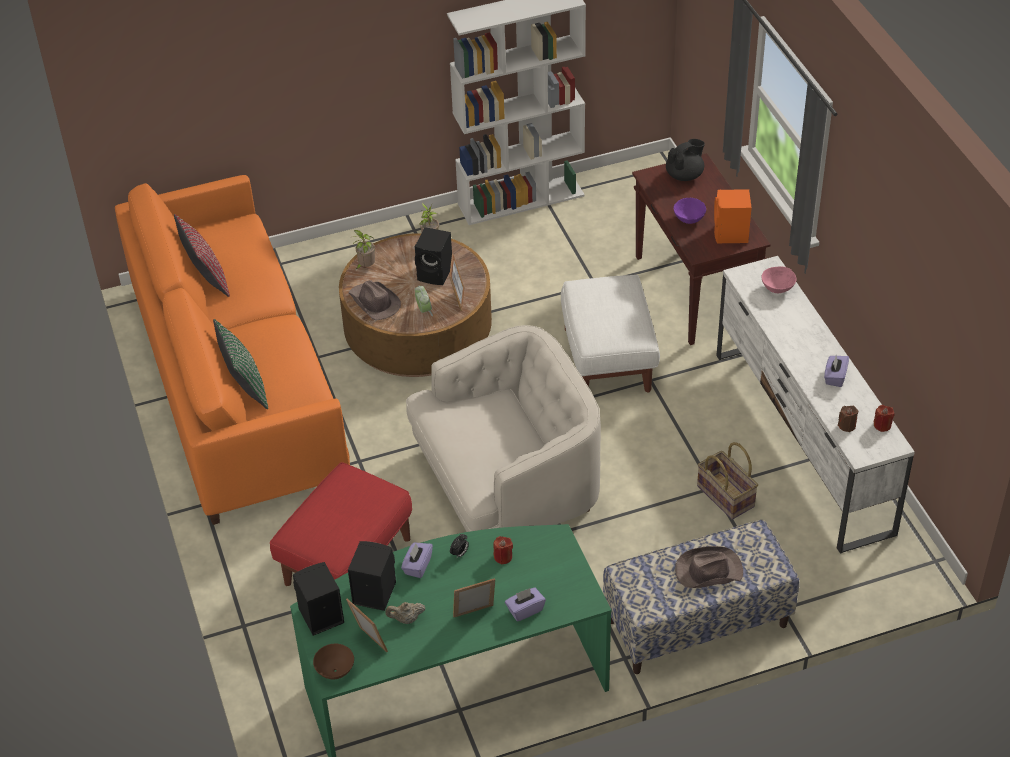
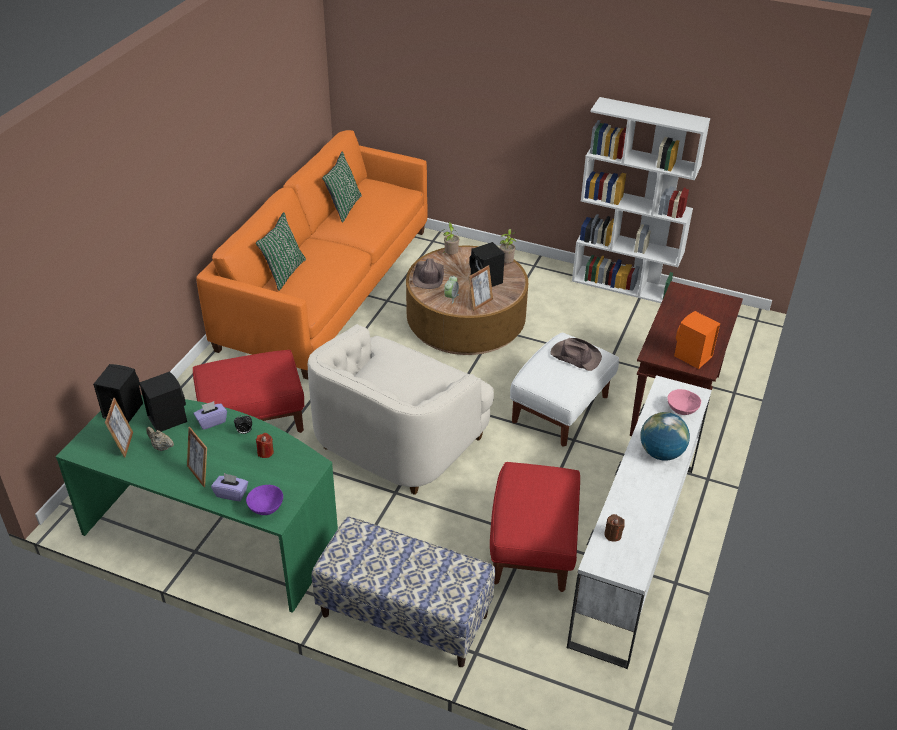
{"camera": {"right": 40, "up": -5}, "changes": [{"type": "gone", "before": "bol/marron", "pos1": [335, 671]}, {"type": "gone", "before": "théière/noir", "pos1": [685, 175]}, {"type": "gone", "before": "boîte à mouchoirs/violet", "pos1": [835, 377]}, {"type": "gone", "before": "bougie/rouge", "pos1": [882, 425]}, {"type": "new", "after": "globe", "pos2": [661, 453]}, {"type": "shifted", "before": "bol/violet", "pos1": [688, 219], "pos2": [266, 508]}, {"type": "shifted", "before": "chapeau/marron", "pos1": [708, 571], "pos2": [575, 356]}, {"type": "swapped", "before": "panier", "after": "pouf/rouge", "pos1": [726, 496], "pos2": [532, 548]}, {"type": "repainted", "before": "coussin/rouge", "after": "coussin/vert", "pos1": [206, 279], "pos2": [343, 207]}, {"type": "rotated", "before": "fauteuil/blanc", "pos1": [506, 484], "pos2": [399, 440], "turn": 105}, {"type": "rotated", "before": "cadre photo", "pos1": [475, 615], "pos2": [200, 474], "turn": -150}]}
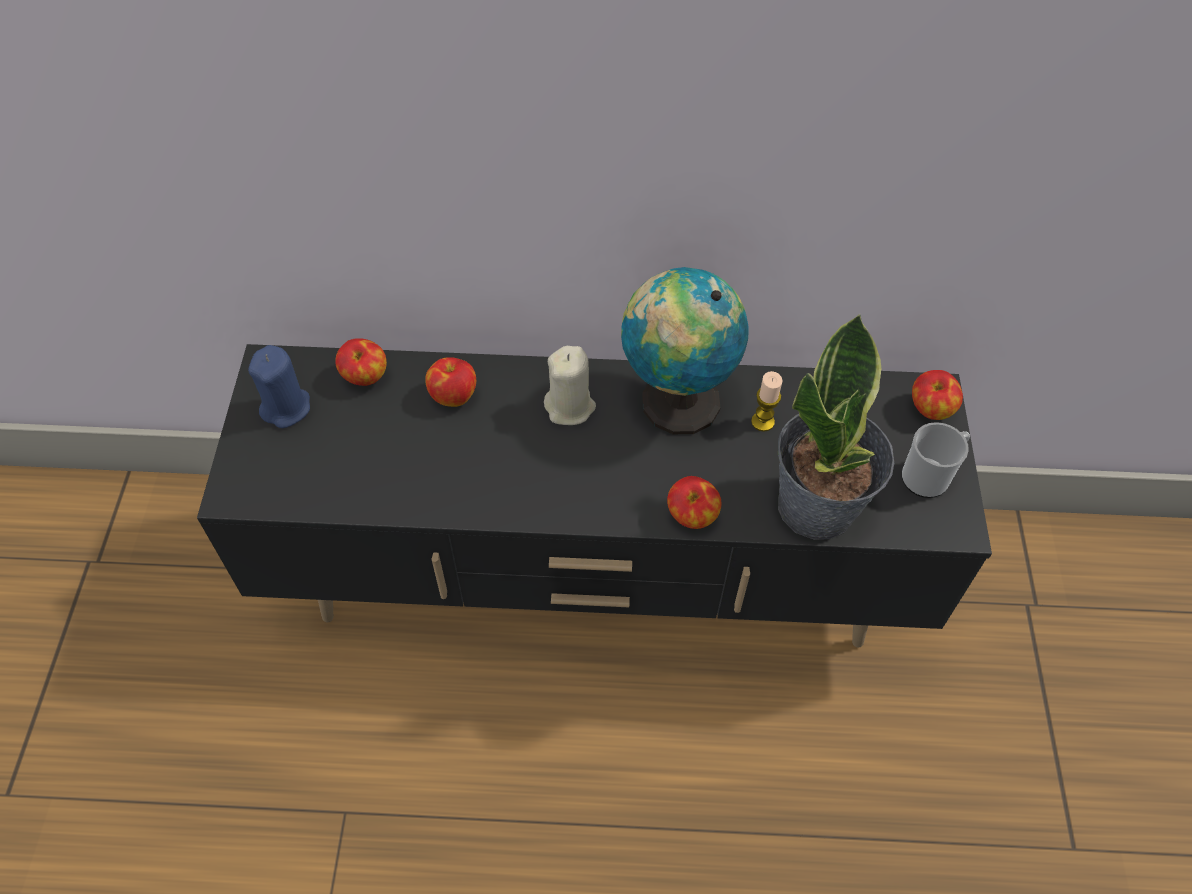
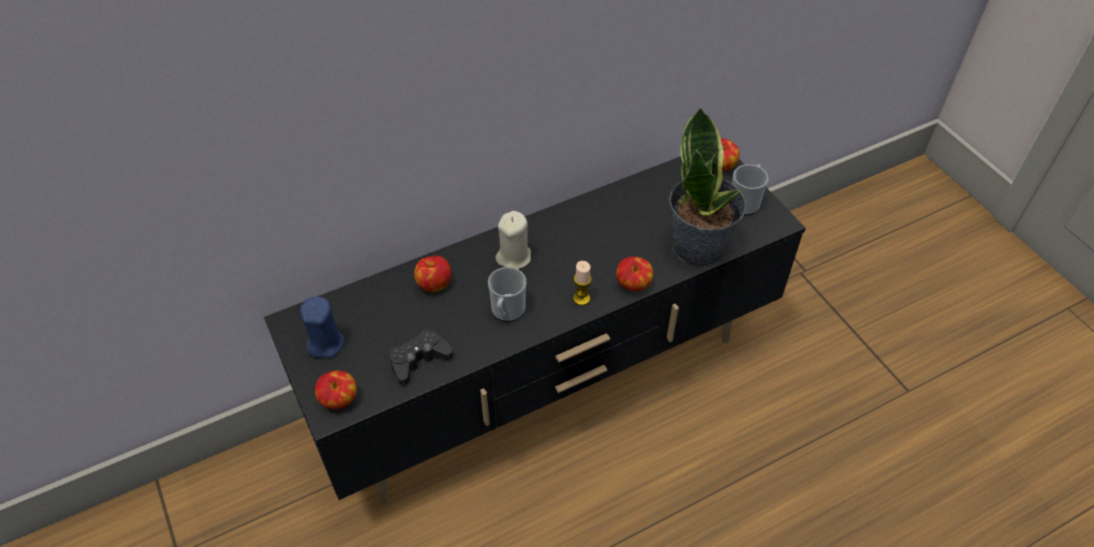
{"camera": {"right": -30, "up": -5}, "changes": [{"type": "gone", "before": "globe", "pos1": [674, 402]}, {"type": "new", "after": "manette/noir", "pos2": [419, 360]}, {"type": "new", "after": "mug", "pos2": [507, 312]}, {"type": "shifted", "before": "pomme", "pos1": [365, 377], "pos2": [339, 400]}, {"type": "shifted", "before": "bougie", "pos1": [762, 422], "pos2": [581, 298]}]}
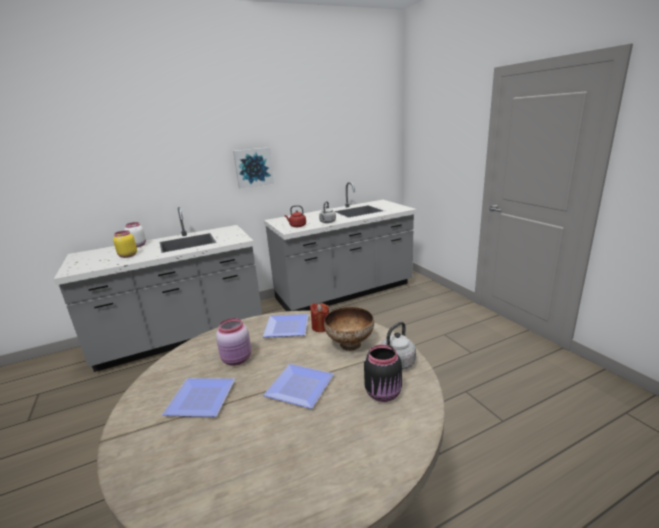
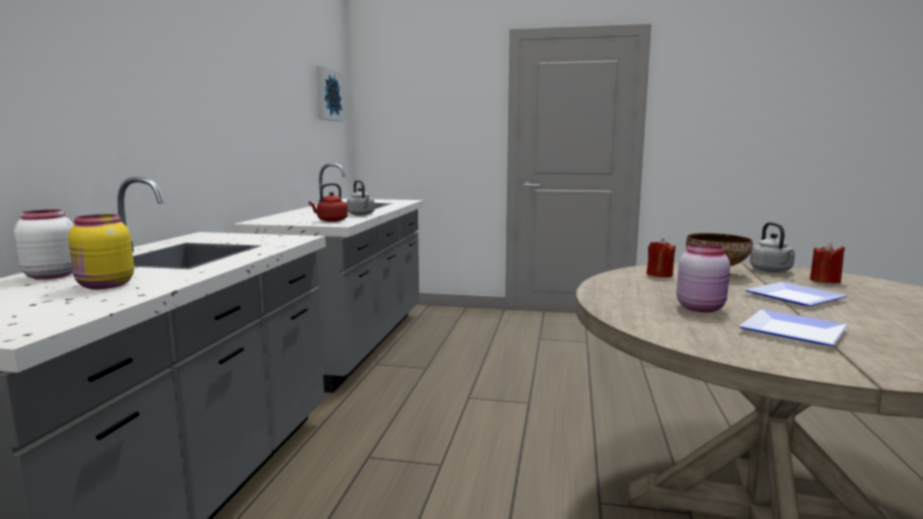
{"camera": {"right": -55, "up": -10}, "changes": [{"type": "gone", "before": "assiette", "pos1": [285, 327]}, {"type": "shifted", "before": "tableau", "pos1": [253, 167], "pos2": [327, 95]}, {"type": "swapped", "before": "bocal/noir", "after": "bougie/rouge", "pos1": [384, 393], "pos2": [825, 281]}]}
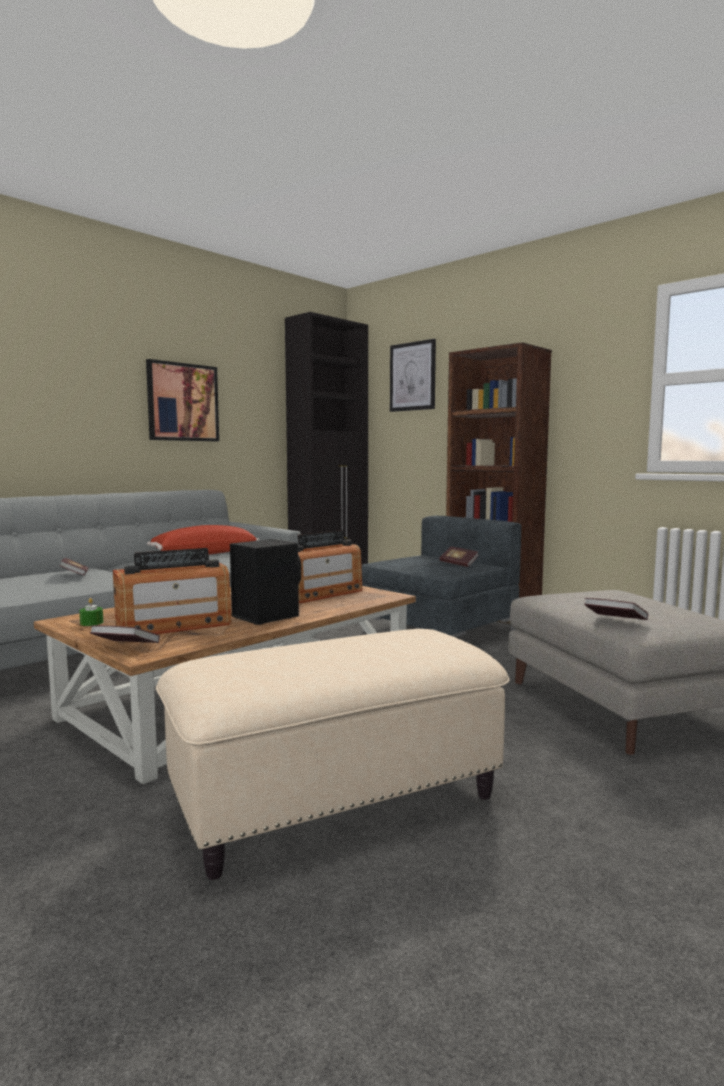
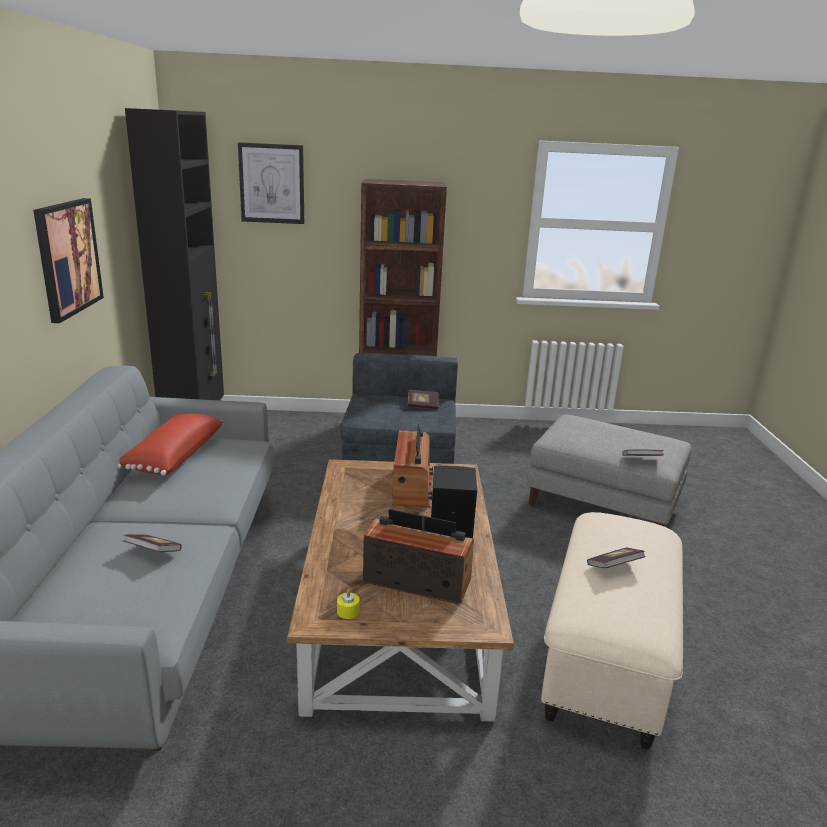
{"camera": {"right": -45, "up": 15}, "changes": [{"type": "shifted", "before": "livre", "pos1": [125, 647], "pos2": [614, 567]}, {"type": "repainted", "before": "bougie/vert", "after": "bougie/jaune", "pos1": [91, 623], "pos2": [348, 611]}, {"type": "rotated", "before": "radio", "pos1": [174, 625], "pos2": [417, 580], "turn": -90}]}
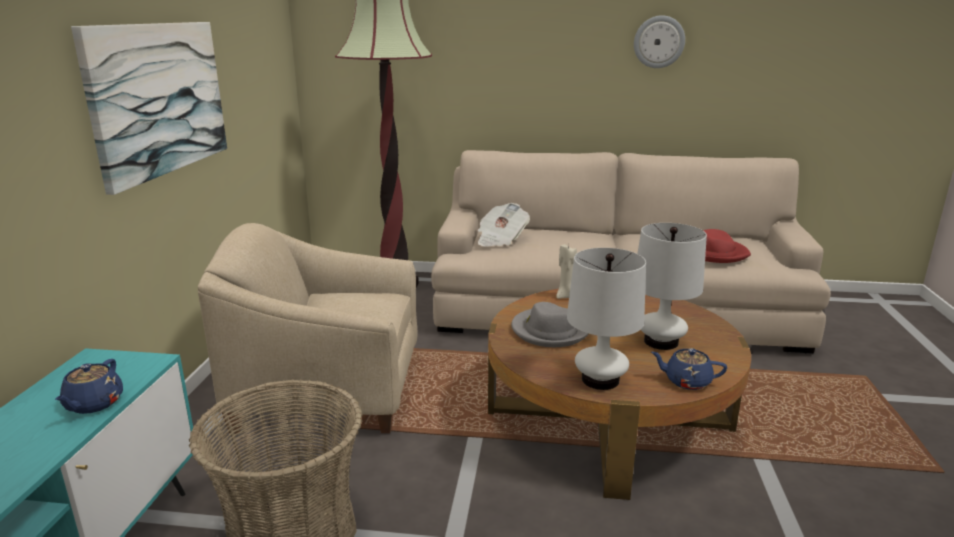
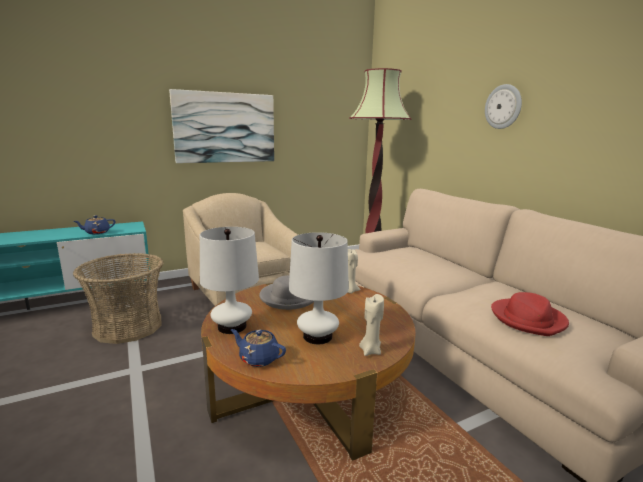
{"camera": {"right": 55, "up": -5}, "changes": [{"type": "gone", "before": "journal", "pos1": [500, 239]}, {"type": "new", "after": "bougie/beige", "pos2": [370, 351]}, {"type": "shifted", "before": "horloge murale", "pos1": [659, 42], "pos2": [503, 107]}, {"type": "rotated", "before": "théière/bleu", "pos1": [686, 381], "pos2": [258, 358], "turn": -45}]}
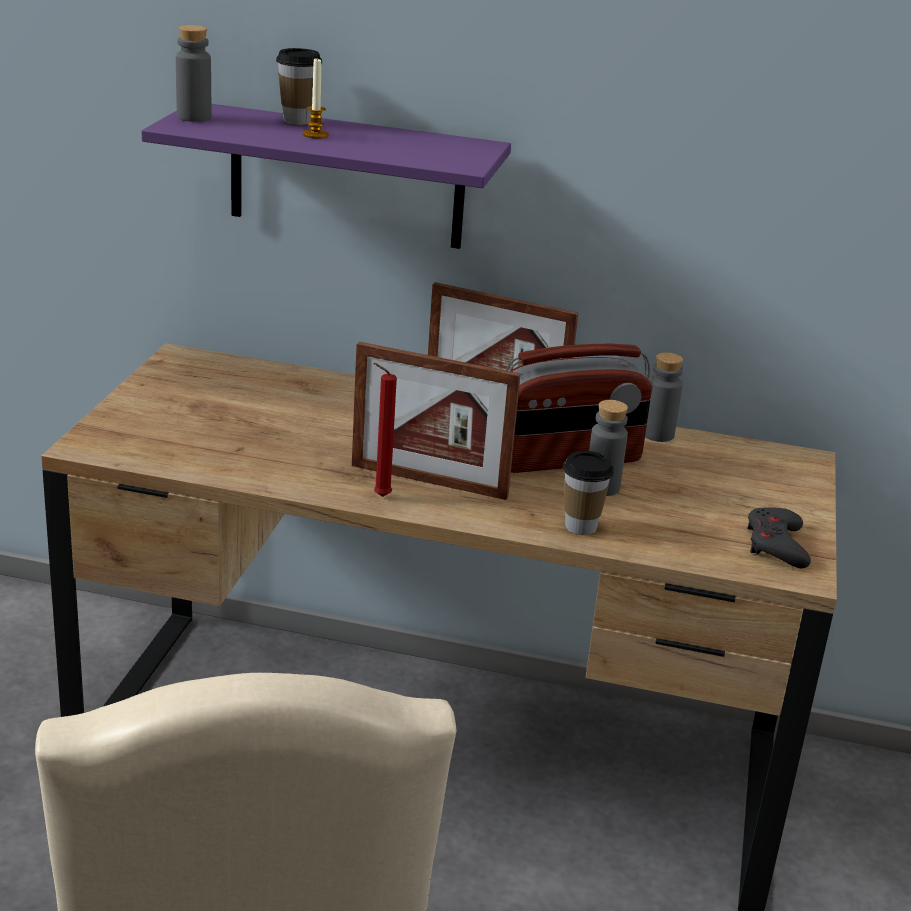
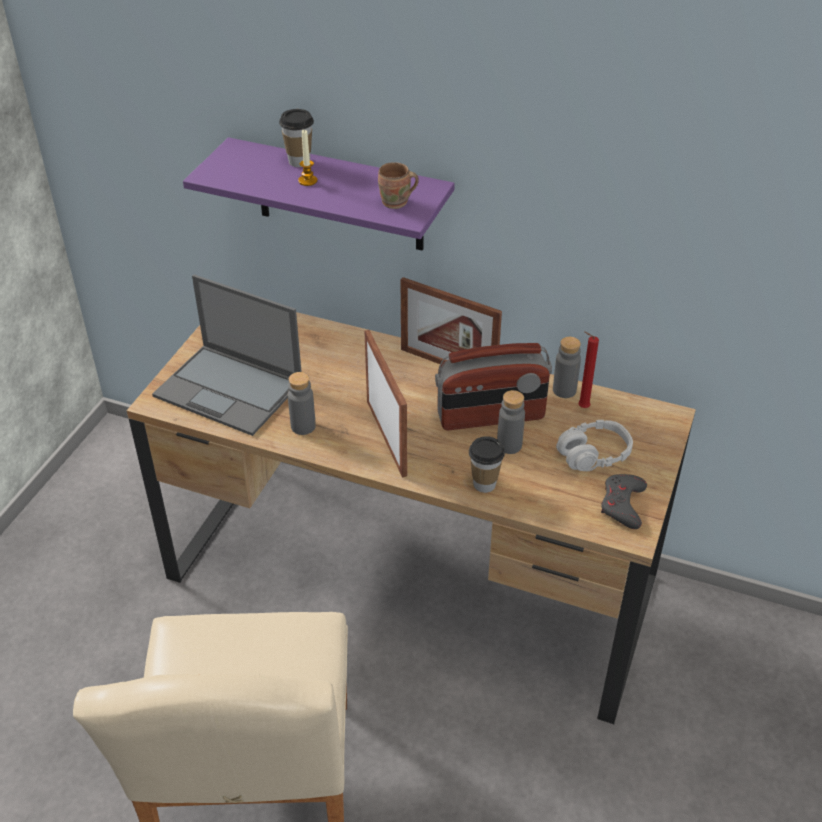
{"camera": {"right": 10, "up": 15}, "changes": [{"type": "new", "after": "ordinateur portable", "pos2": [230, 389]}, {"type": "new", "after": "mug/marron", "pos2": [396, 203]}, {"type": "new", "after": "casque audio/gris", "pos2": [593, 454]}, {"type": "shifted", "before": "bouteille/gris", "pos1": [194, 117], "pos2": [303, 426]}, {"type": "shifted", "before": "bougie/rouge", "pos1": [379, 496], "pos2": [581, 407]}, {"type": "rotated", "before": "cadre photo", "pos1": [429, 481], "pos2": [386, 437], "turn": -135}]}
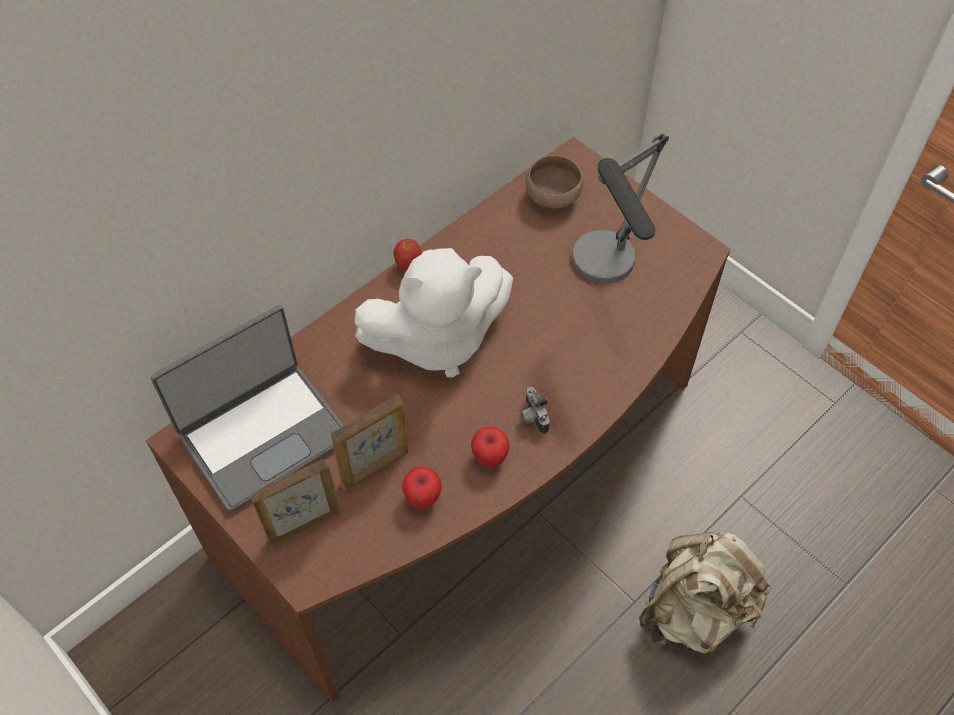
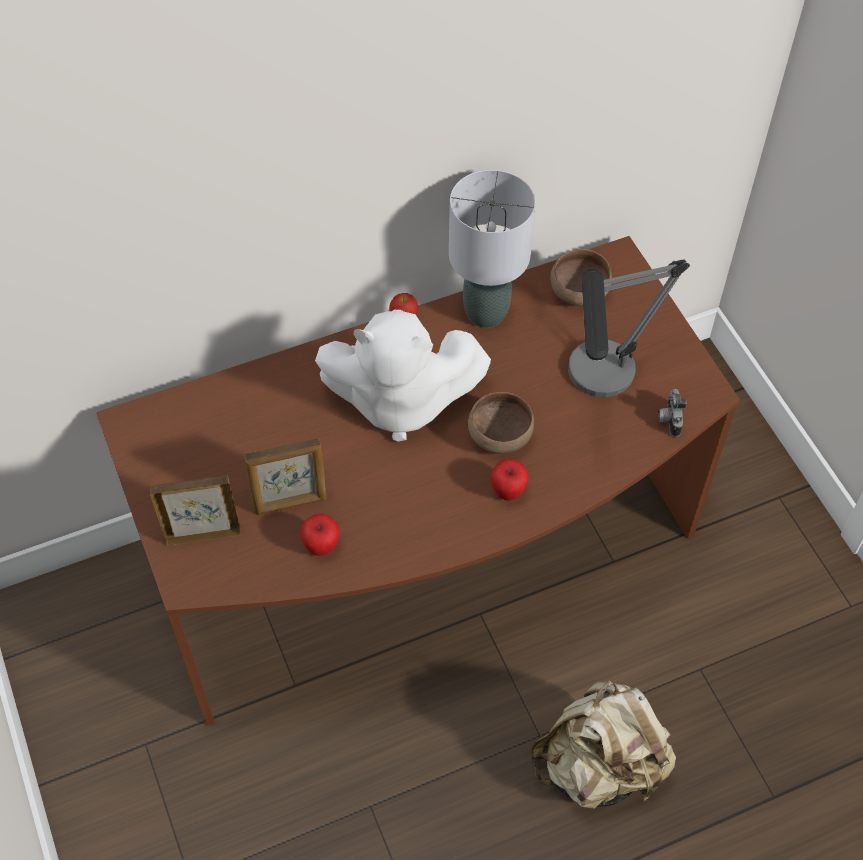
{"camera": {"right": 20, "up": 0}, "changes": [{"type": "gone", "before": "ordinateur portable", "pos1": [263, 435]}, {"type": "new", "after": "lampe de table/gris", "pos2": [485, 313]}, {"type": "new", "after": "bol/marron", "pos2": [499, 437]}, {"type": "shifted", "before": "pomme", "pos1": [490, 458], "pos2": [508, 491]}, {"type": "shifted", "before": "appareil photo", "pos1": [532, 417], "pos2": [668, 419]}]}
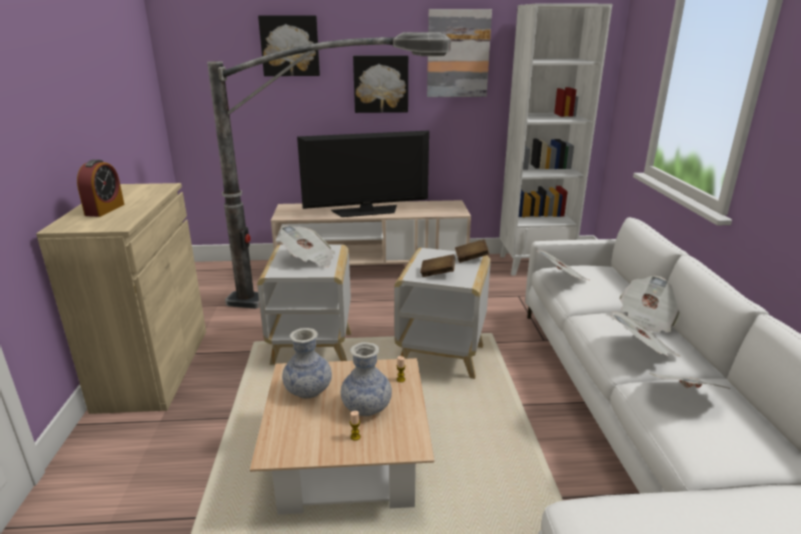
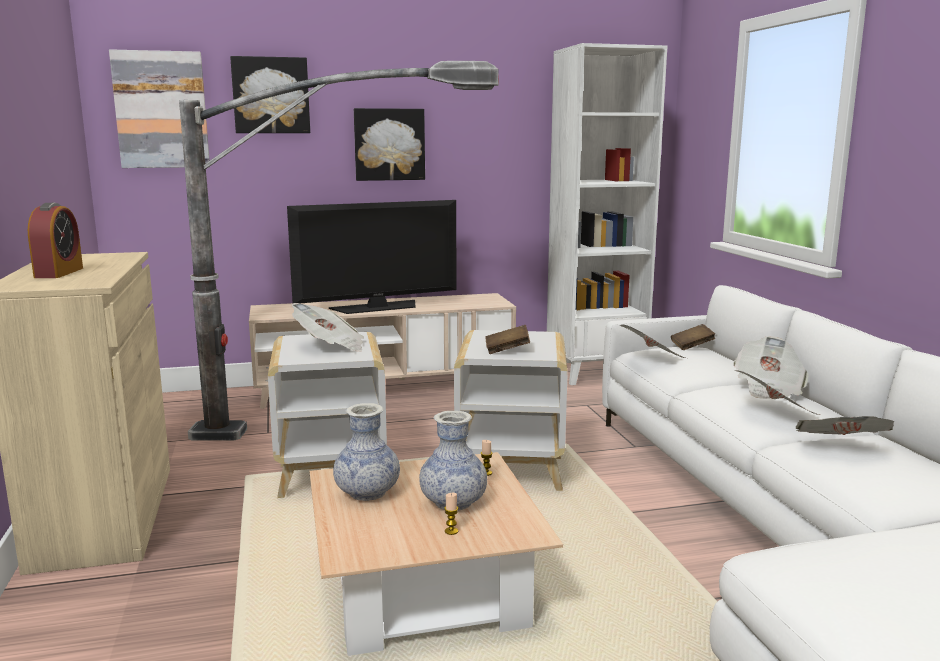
{"camera": {"right": -10, "up": -10}, "changes": [{"type": "shifted", "before": "tableau", "pos1": [458, 54], "pos2": [161, 110]}, {"type": "shifted", "before": "livre/marron", "pos1": [471, 258], "pos2": [692, 346]}]}
